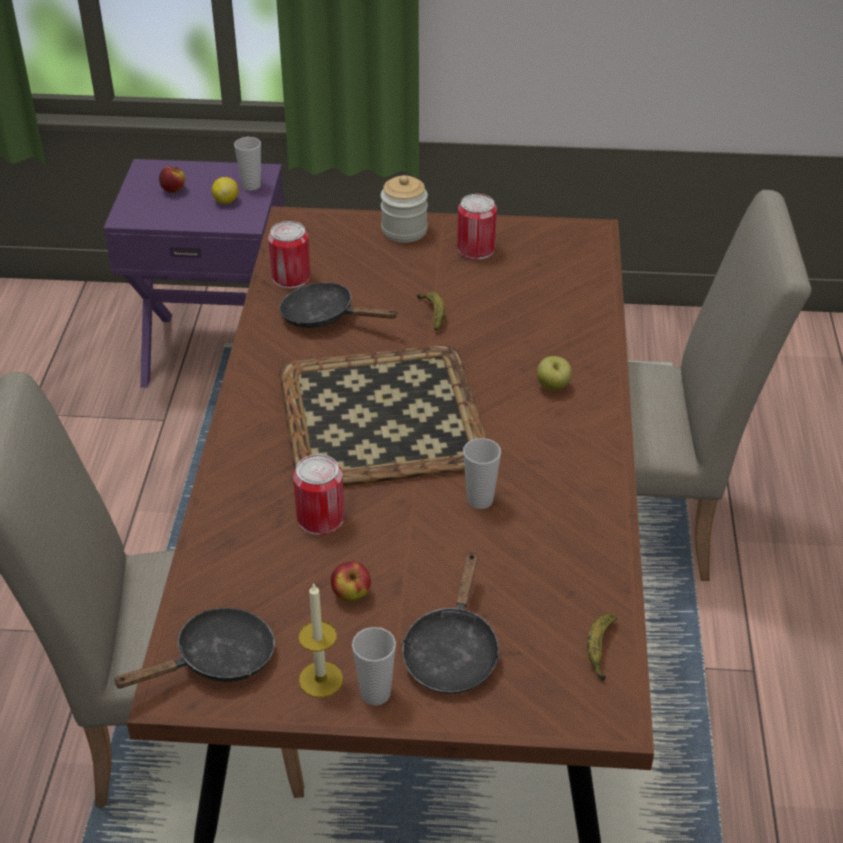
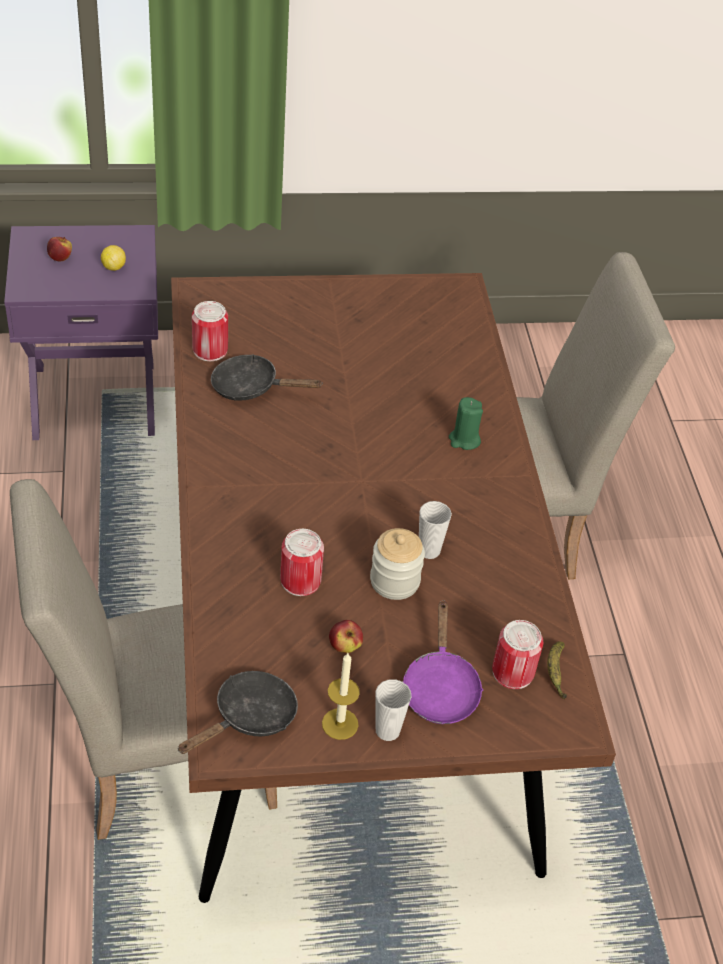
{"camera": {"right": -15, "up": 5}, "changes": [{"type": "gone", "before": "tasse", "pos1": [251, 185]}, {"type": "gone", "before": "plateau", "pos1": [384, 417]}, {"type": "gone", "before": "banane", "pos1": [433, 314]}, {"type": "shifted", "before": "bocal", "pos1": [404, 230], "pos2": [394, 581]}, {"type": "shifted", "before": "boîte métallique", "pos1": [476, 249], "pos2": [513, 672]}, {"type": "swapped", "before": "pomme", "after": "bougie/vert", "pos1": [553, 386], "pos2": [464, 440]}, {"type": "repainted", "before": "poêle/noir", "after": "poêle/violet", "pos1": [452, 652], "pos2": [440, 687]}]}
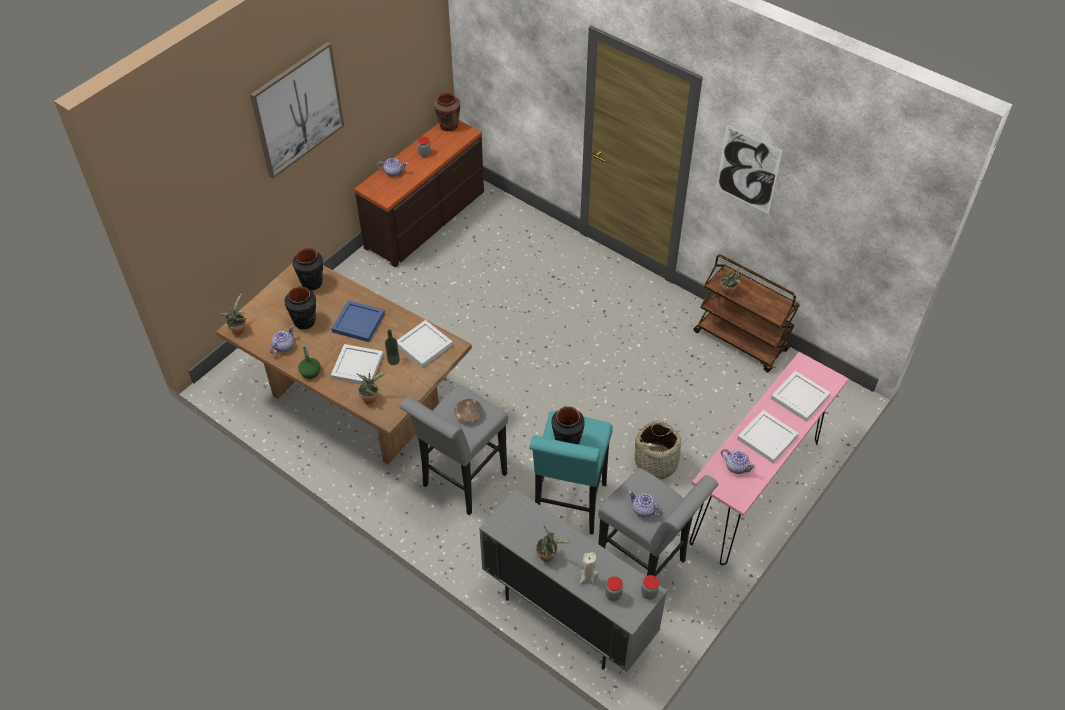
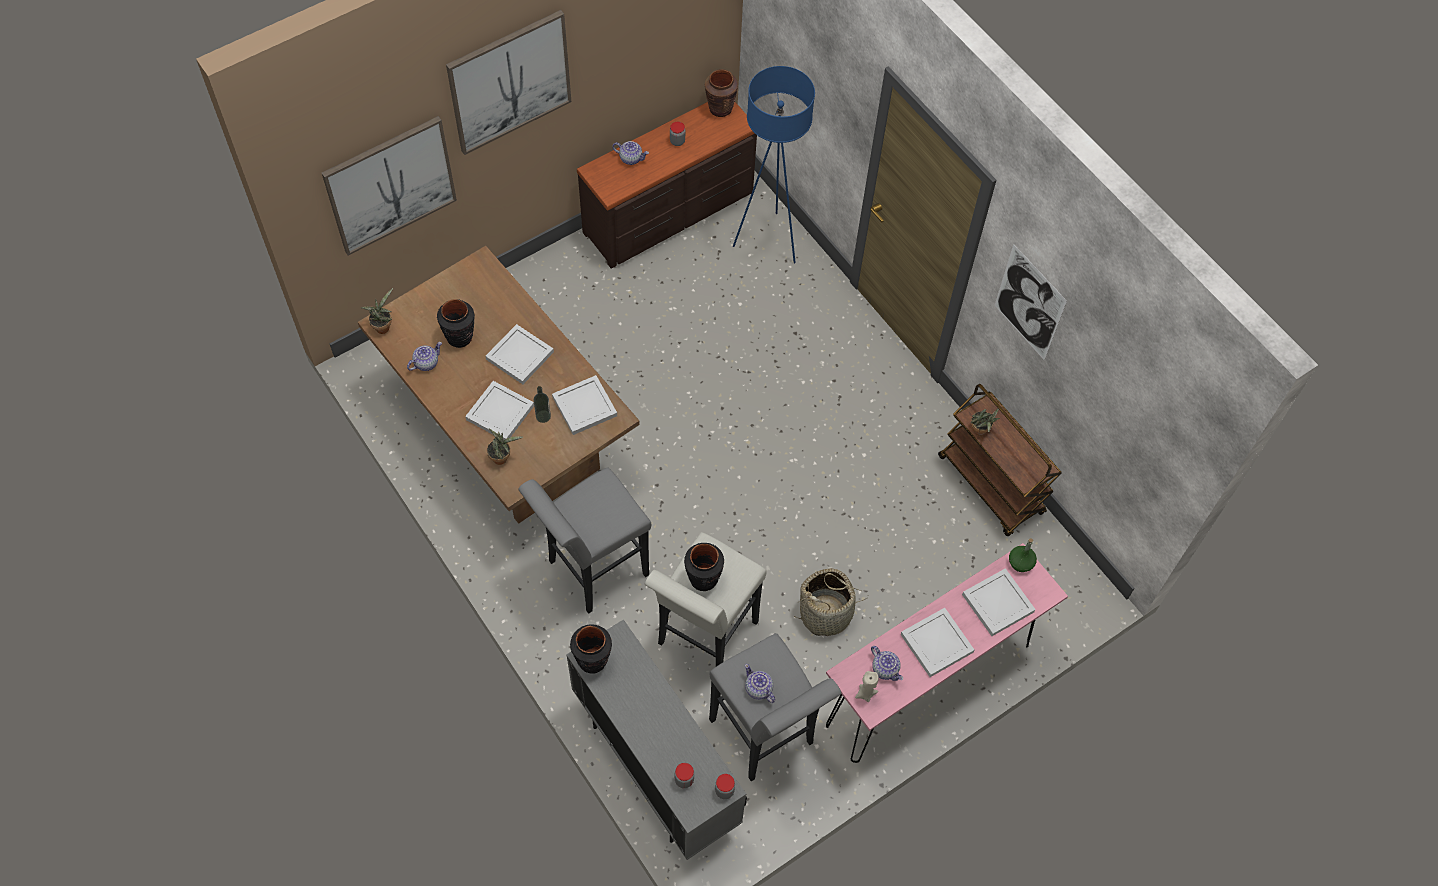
{"camera": {"right": 15, "up": 10}, "changes": [{"type": "gone", "before": "bol/marron", "pos1": [468, 414]}, {"type": "gone", "before": "plante en pot", "pos1": [548, 555]}, {"type": "new", "after": "tableau", "pos2": [390, 185]}, {"type": "new", "after": "lampadaire/bleu", "pos2": [768, 241]}, {"type": "shifted", "before": "vase/noir", "pos1": [312, 283], "pos2": [592, 660]}, {"type": "shifted", "before": "bouteille/vert", "pos1": [310, 372], "pos2": [1020, 562]}, {"type": "shifted", "before": "bougie/beige", "pos1": [587, 577], "pos2": [865, 693]}, {"type": "repainted", "before": "plateau/bleu", "after": "plateau/blanc", "pos1": [359, 322], "pos2": [521, 355]}, {"type": "repainted", "before": "tabouret/turquoise", "after": "tabouret/blanc", "pos1": [568, 507], "pos2": [703, 638]}]}
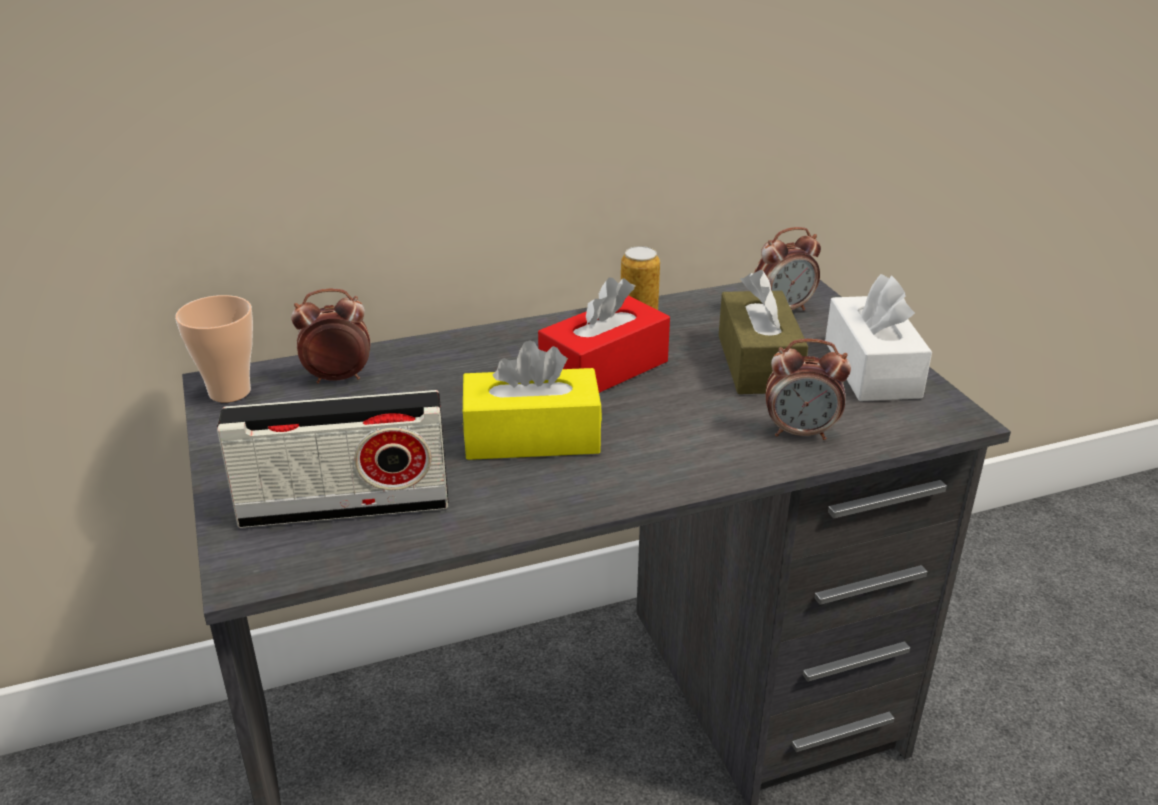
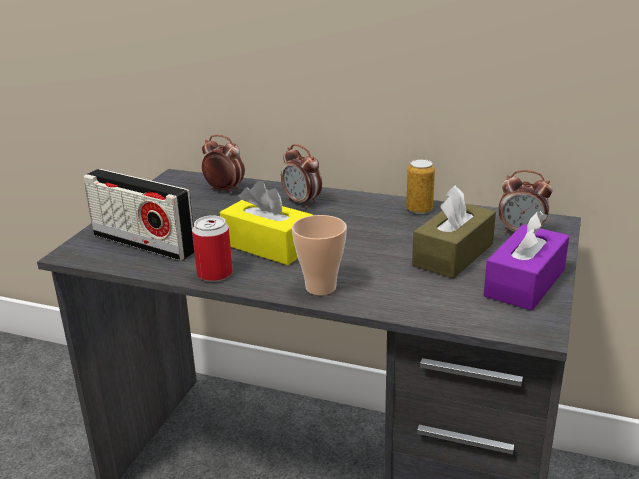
{"camera": {"right": 40, "up": -5}, "changes": [{"type": "gone", "before": "boîte à mouchoirs/rouge", "pos1": [604, 369]}, {"type": "new", "after": "boîte métallique", "pos2": [215, 274]}, {"type": "shifted", "before": "tasse", "pos1": [230, 392], "pos2": [320, 287]}, {"type": "shifted", "before": "réveil", "pos1": [801, 432], "pos2": [302, 202]}, {"type": "repainted", "before": "boîte à mouchoirs/blanc", "after": "boîte à mouchoirs/violet", "pos1": [871, 369], "pos2": [525, 283]}]}
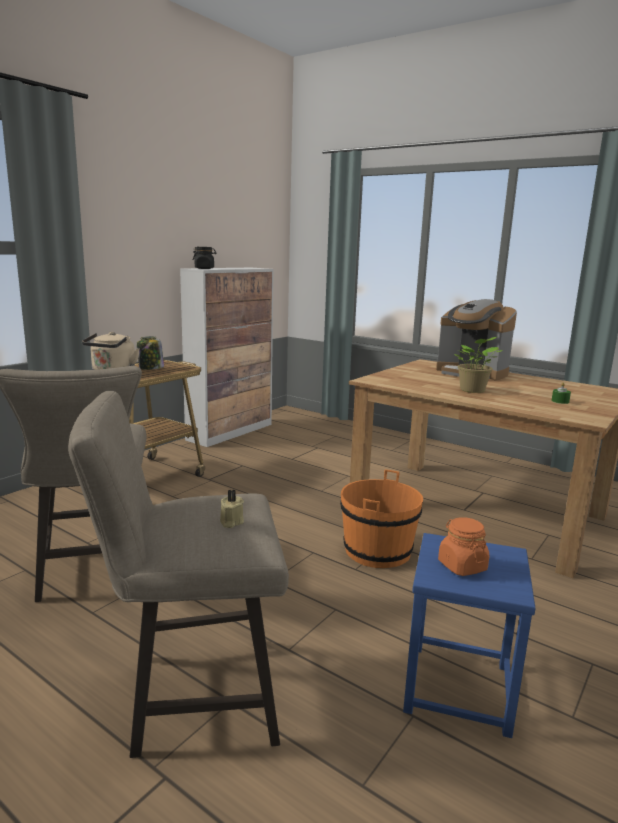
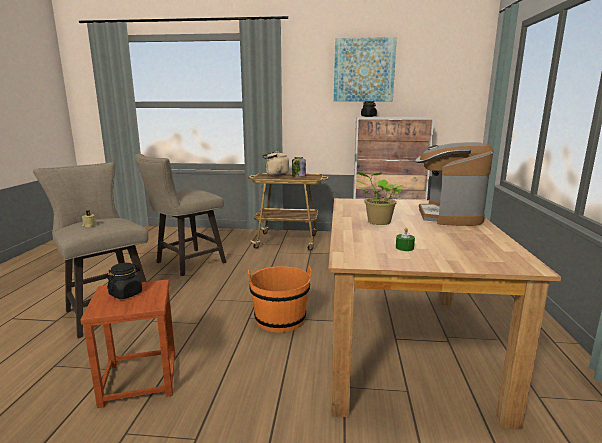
{"camera": {"right": 60, "up": 0}, "changes": [{"type": "new", "after": "tableau", "pos2": [364, 70]}, {"type": "repainted", "before": "tabouret/bleu", "after": "tabouret/marron", "pos1": [459, 688], "pos2": [139, 380]}, {"type": "repainted", "before": "bocal/orange", "after": "bocal/noir", "pos1": [461, 566], "pos2": [126, 294]}]}
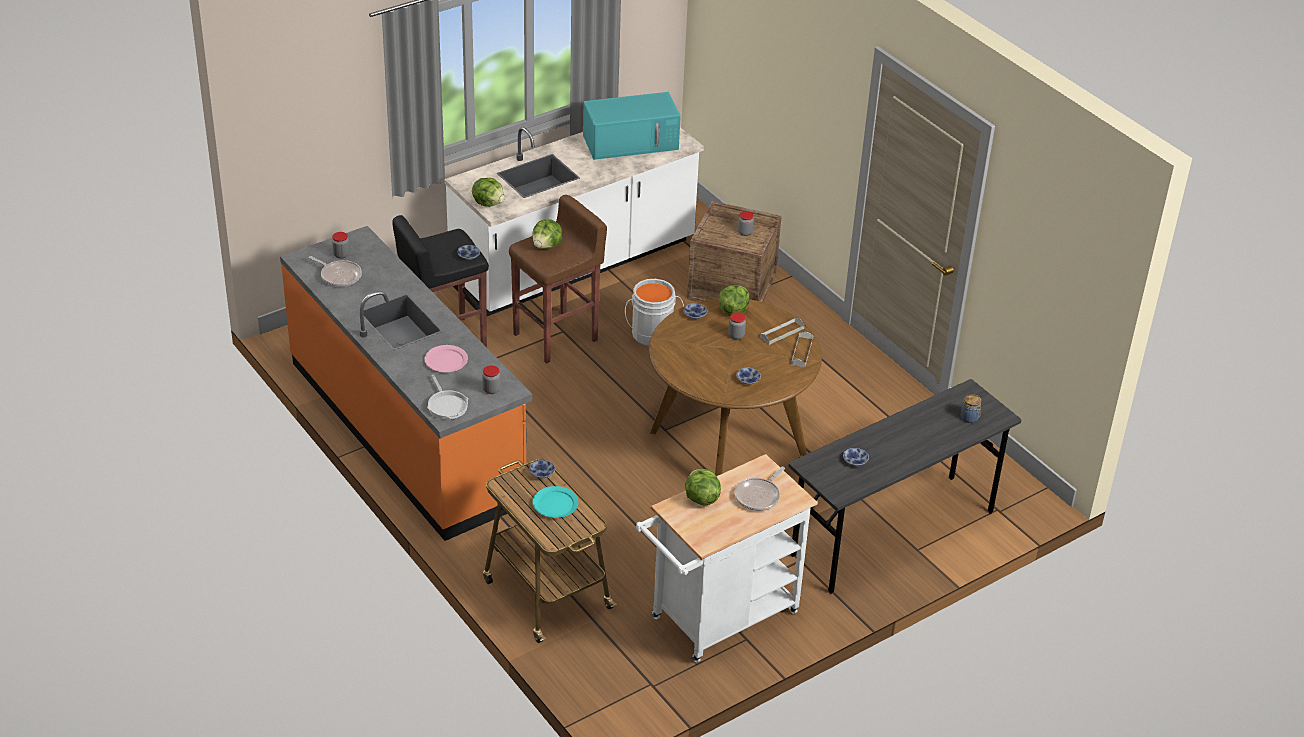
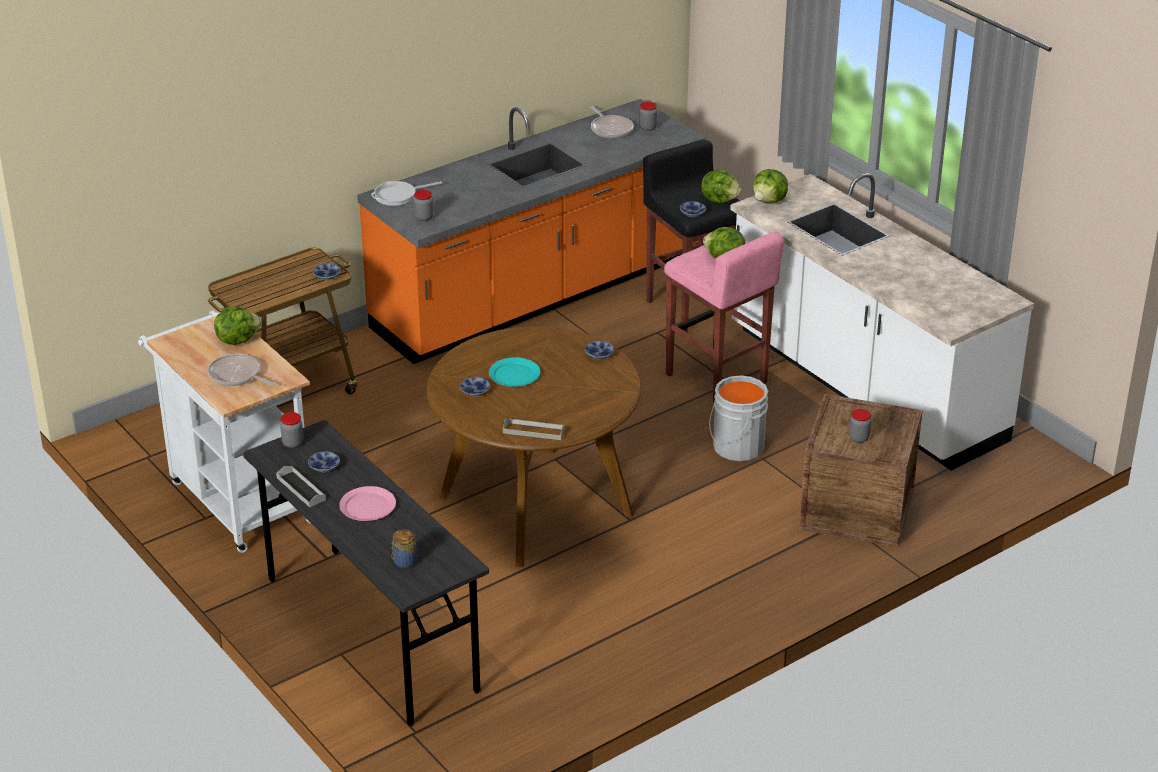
{"camera": {"right": 90, "up": -5}, "changes": [{"type": "gone", "before": "micro-ondes/turquoise", "pos1": [632, 142]}, {"type": "shifted", "before": "assiette/rose", "pos1": [446, 361], "pos2": [367, 506]}, {"type": "shifted", "before": "assiette/turquoise", "pos1": [555, 504], "pos2": [514, 375]}, {"type": "shifted", "before": "laitue", "pos1": [733, 310], "pos2": [720, 200]}, {"type": "shifted", "before": "bocal", "pos1": [736, 335], "pos2": [293, 443]}, {"type": "shifted", "before": "plateau/gris", "pos1": [782, 333], "pos2": [301, 489]}, {"type": "repainted", "before": "tabouret/marron", "after": "tabouret/rose", "pos1": [557, 337], "pos2": [716, 379]}, {"type": "rotated", "before": "poêle", "pos1": [339, 275], "pos2": [610, 129], "turn": -60}]}
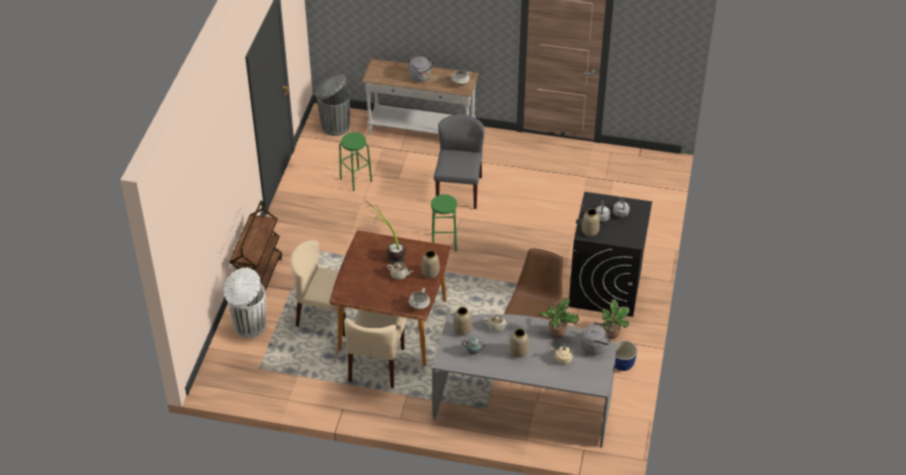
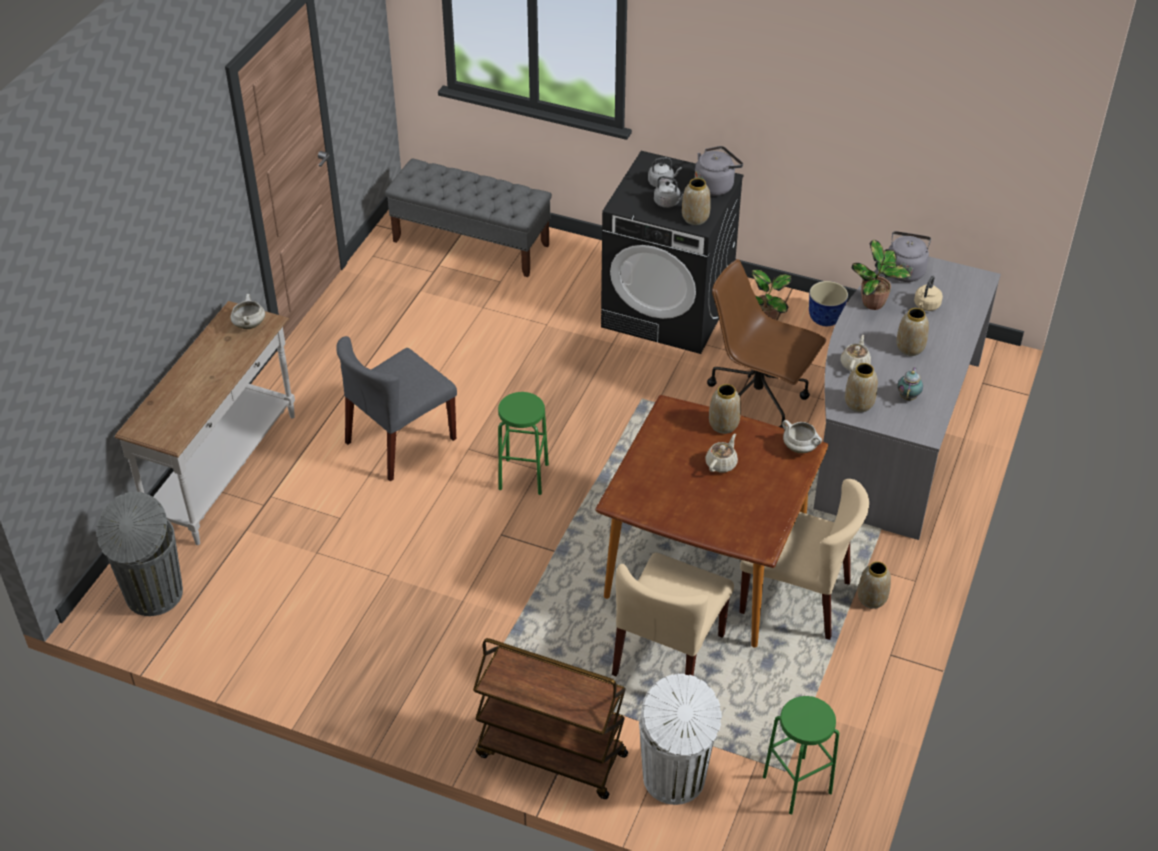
{"camera": {"right": -80, "up": 0}, "changes": [{"type": "gone", "before": "plante en pot", "pos1": [387, 253]}, {"type": "new", "after": "banc/gris", "pos2": [471, 243]}, {"type": "new", "after": "vase", "pos2": [872, 599]}, {"type": "shifted", "before": "tabouret/vert", "pos1": [356, 180], "pos2": [797, 784]}, {"type": "shifted", "before": "bouilloire/gris", "pos1": [421, 77], "pos2": [715, 186]}, {"type": "rotated", "before": "chaise/gris", "pos1": [459, 190], "pos2": [400, 441], "turn": -60}]}
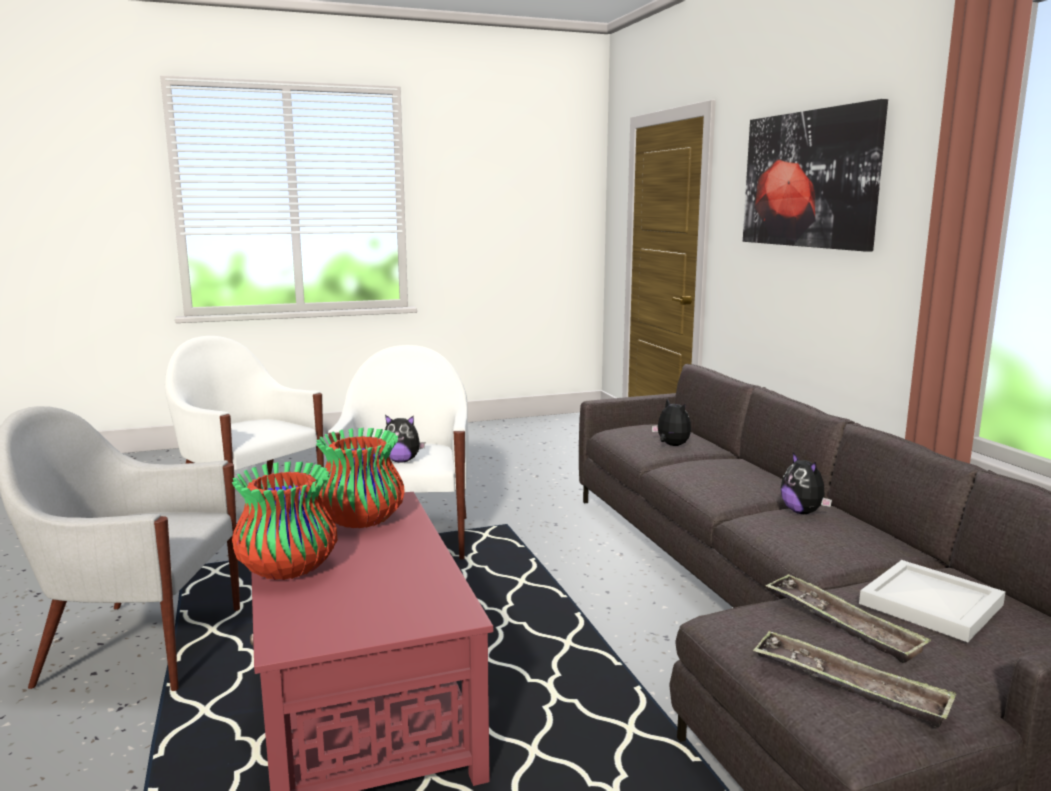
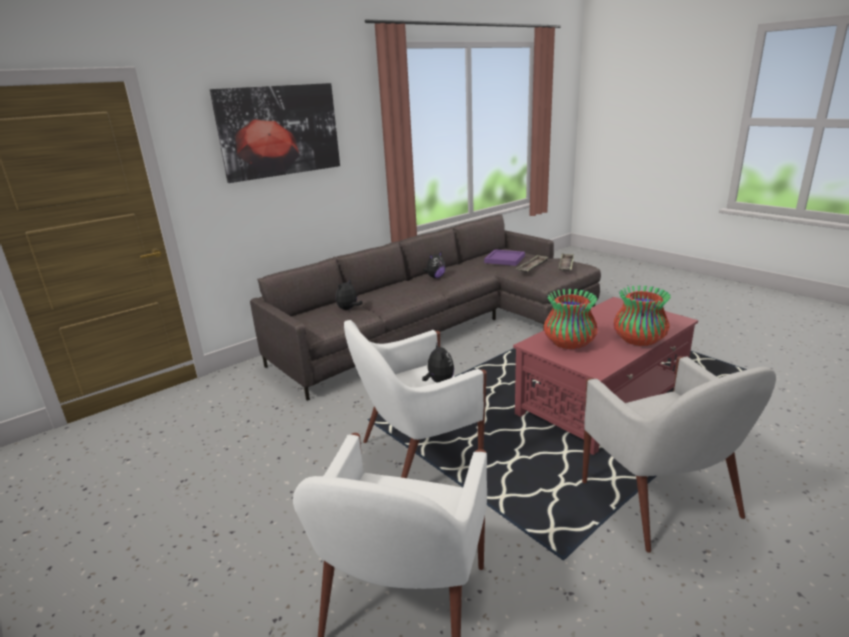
{"camera": {"right": -110, "up": 10}, "changes": [{"type": "repainted", "before": "plateau/blanc", "after": "plateau/violet", "pos1": [932, 605], "pos2": [505, 259]}]}
